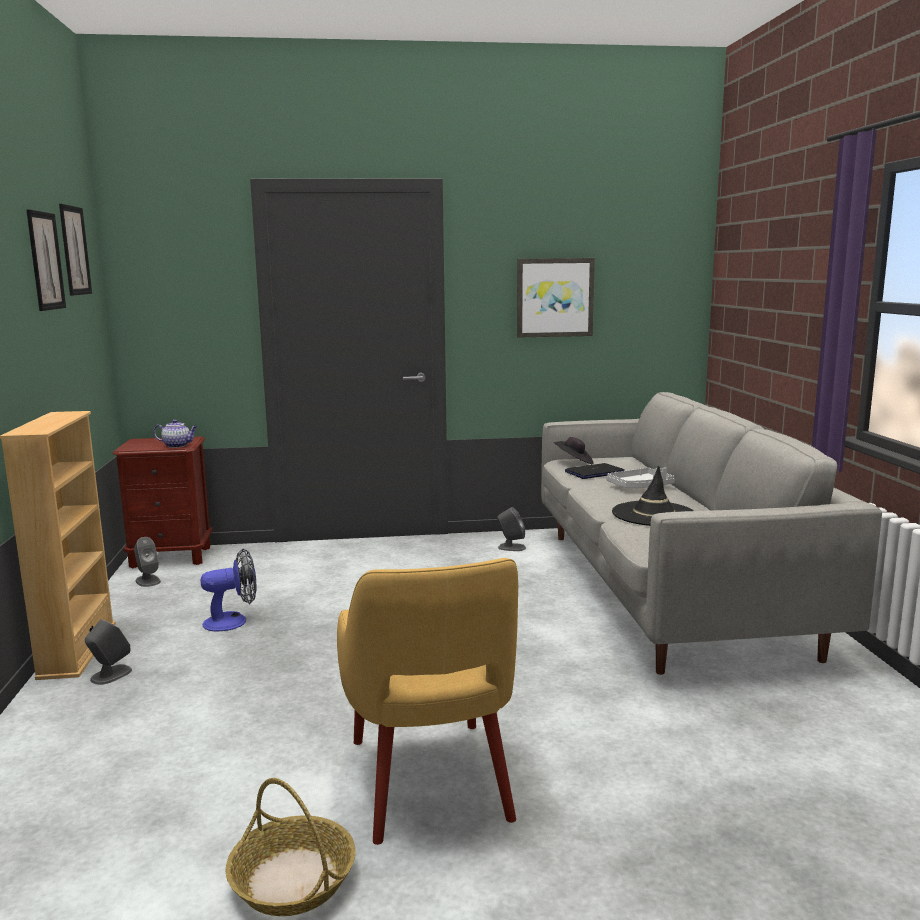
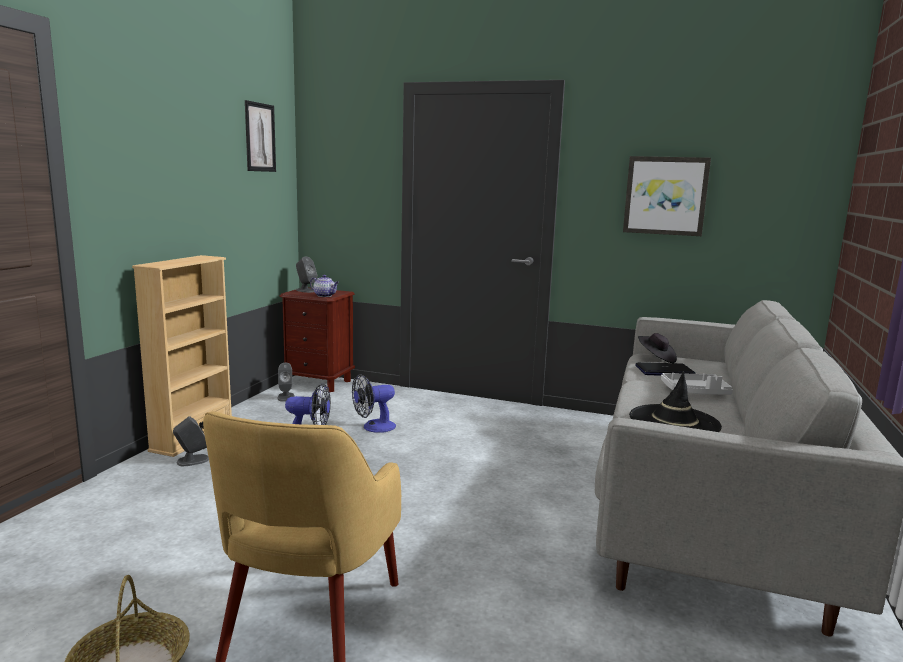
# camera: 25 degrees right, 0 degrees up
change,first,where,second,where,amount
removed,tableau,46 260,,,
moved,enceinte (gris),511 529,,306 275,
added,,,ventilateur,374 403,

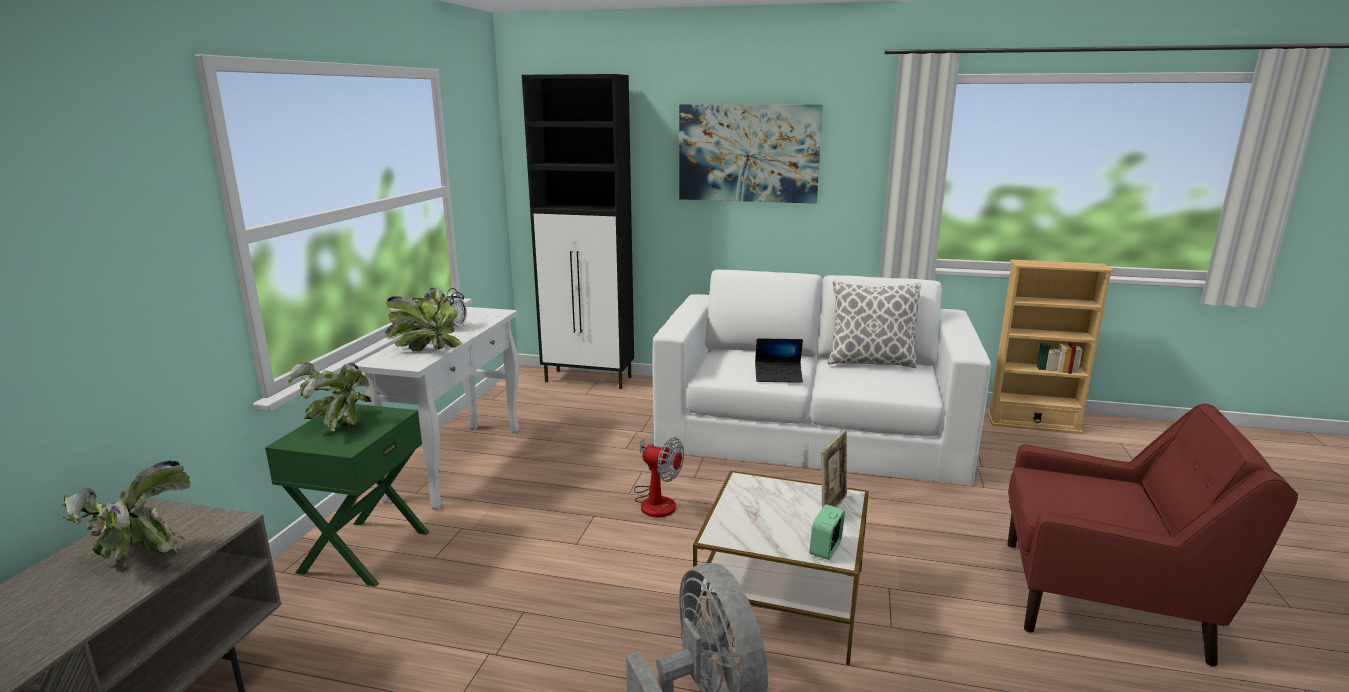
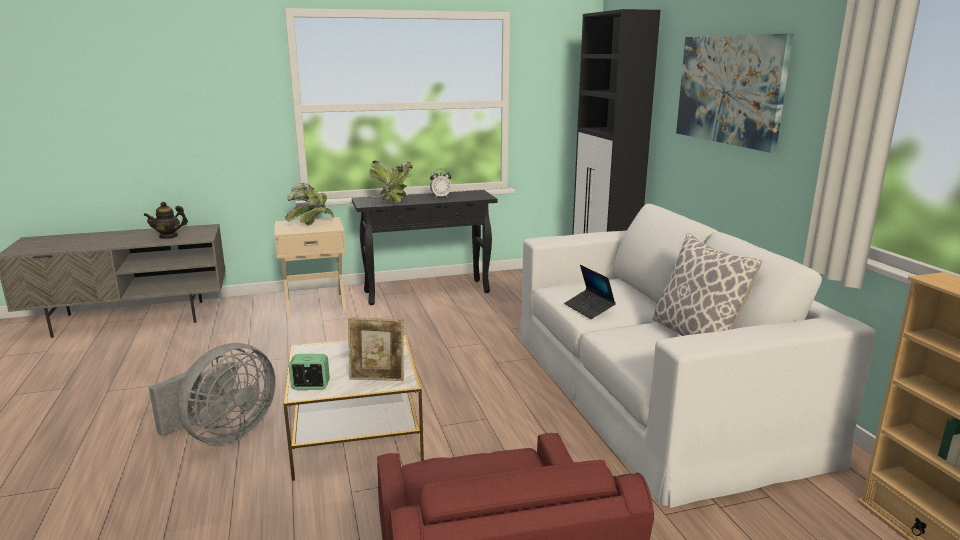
# camera: 60 degrees right, 0 degrees up
change,first,where,second,where,amount
replaced,plante en pot,126 511,théière,166 220,
recoloured,table de chevet (vert),347 495,table de chevet (beige),310 267,
recoloured,table console (blanc),437 408,table console (noir),424 247,
removed,ventilateur,659 477,,,

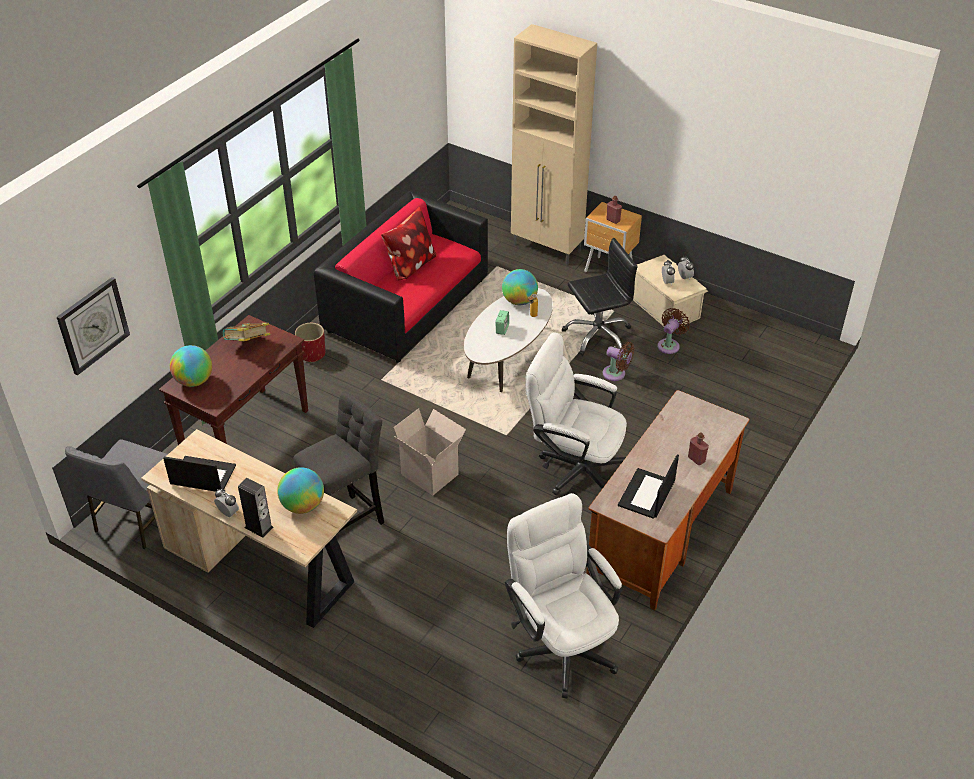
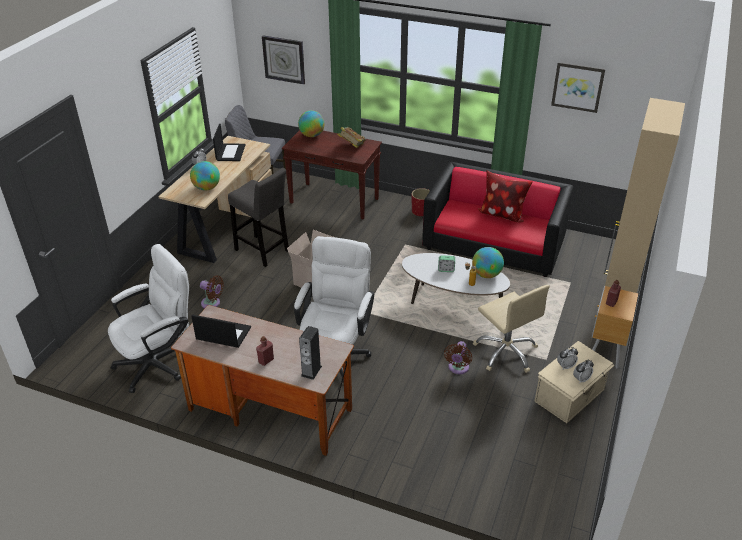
# camera: 80 degrees right, 5 degrees down
change,first,where,second,where,amount
moved,enceinte,255 508,,310 353,
recoloured,chaise de bureau (noir),600 297,chaise de bureau (beige),511 329,
moved,ventilateur (marron),673 331,,212 292,
added,,,tableau,578 87,

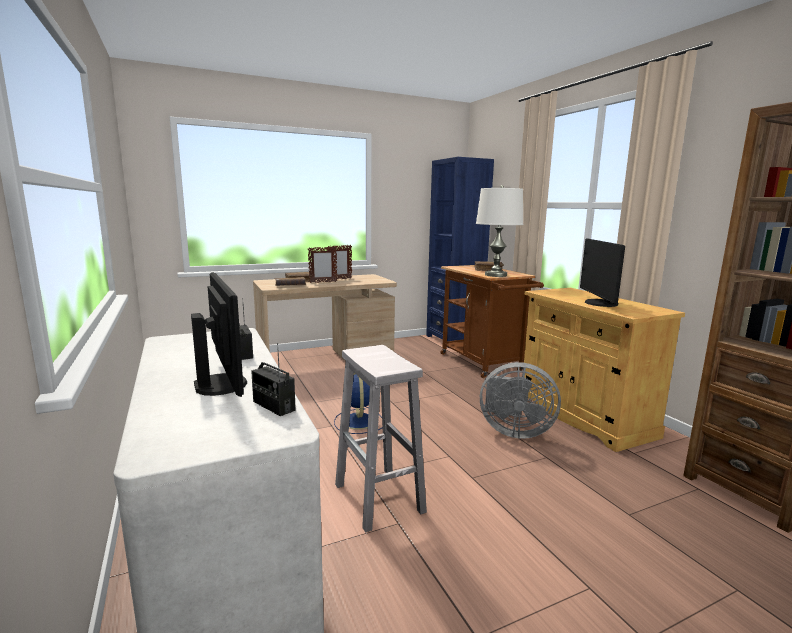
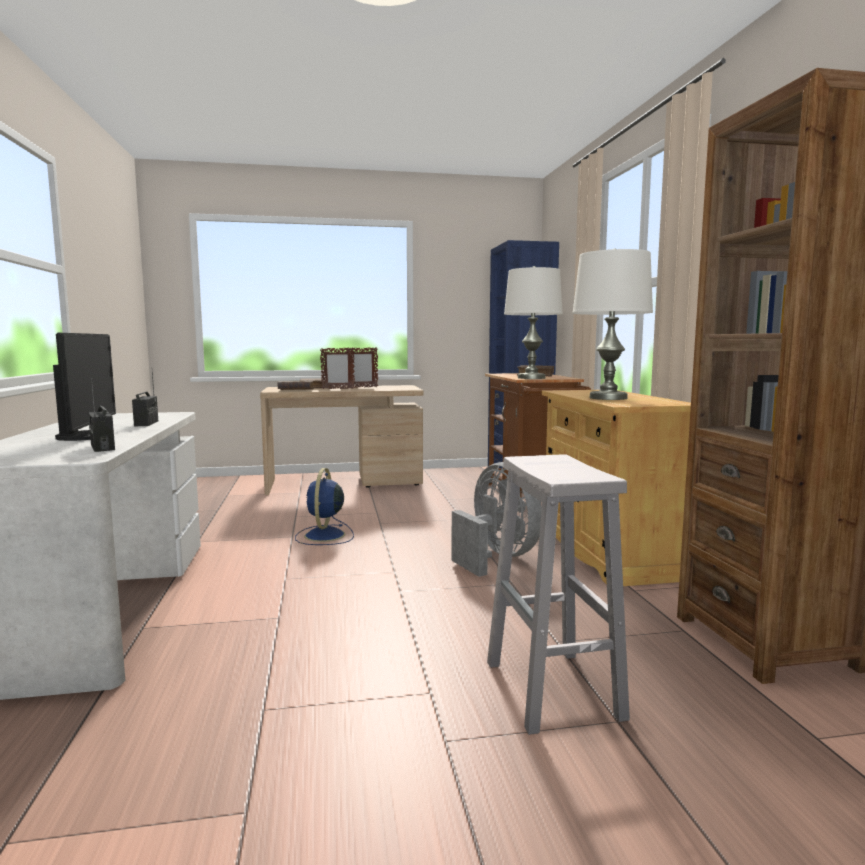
# camera: 15 degrees right, 5 degrees down
change,first,where,second,where,amount
moved,tabouret (blanc),381 438,,558 594,
turned,ventilateur (gris),520 400,,496 519,150 degrees counterclockwise
replaced,écran d'ordinateur,602 272,lampe de table (blanc),612 324,

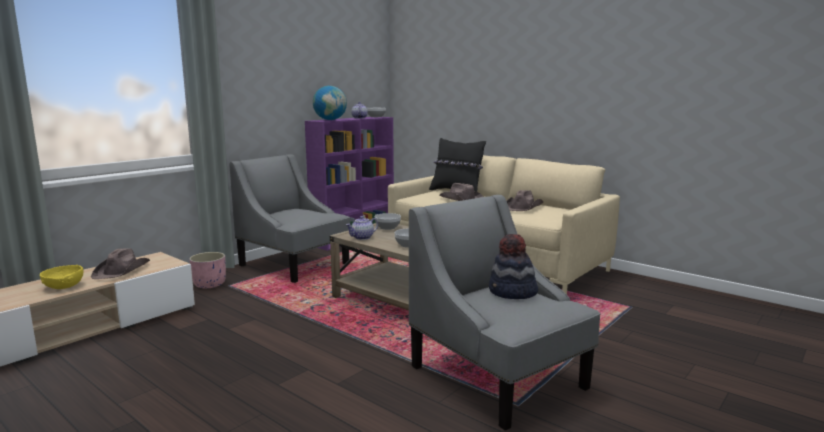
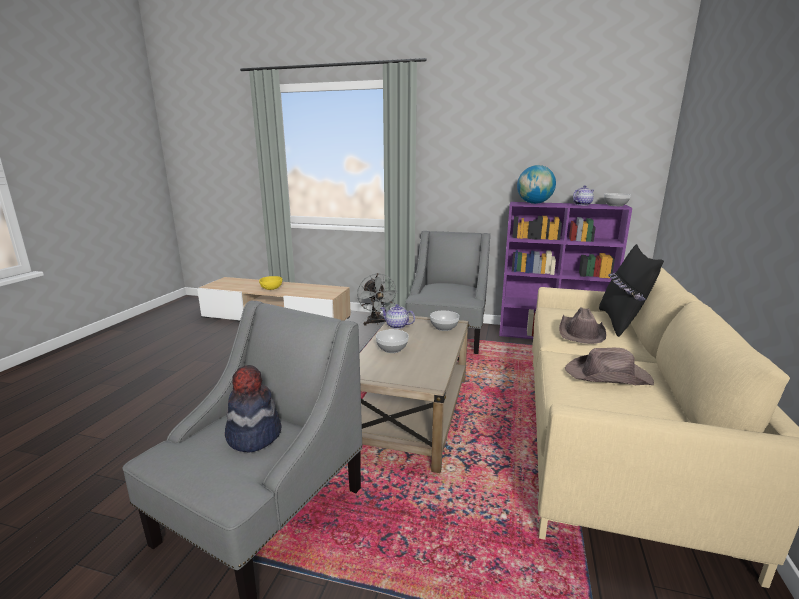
# camera: 65 degrees right, 5 degrees up
change,first,where,second,where,amount
removed,chapeau (marron),120 263,,,
replaced,cache-pot (rose),207 270,ventilateur (gris),376 299,

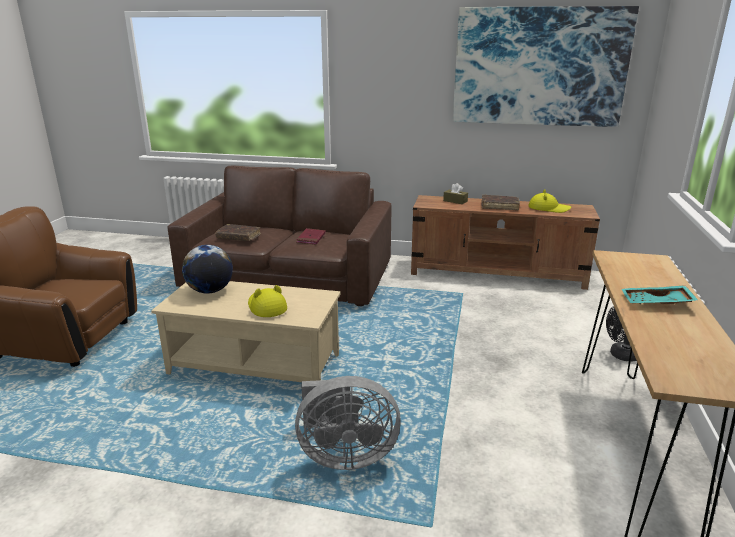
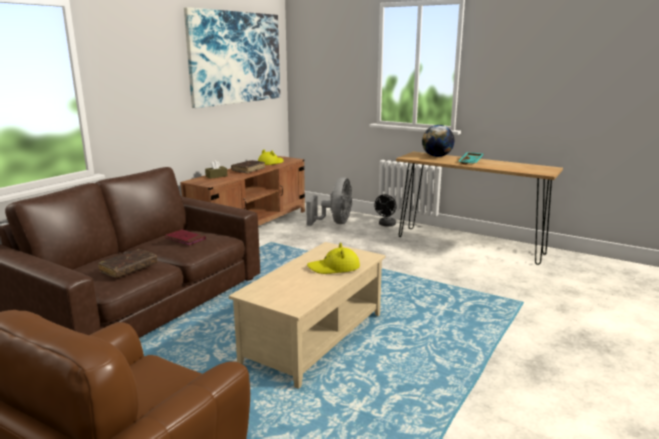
# camera: 70 degrees left, 5 degrees down
change,first,where,second,where,amount
moved,globe,207 269,,438 141,
moved,ventilateur (gris),348 423,,329 201,

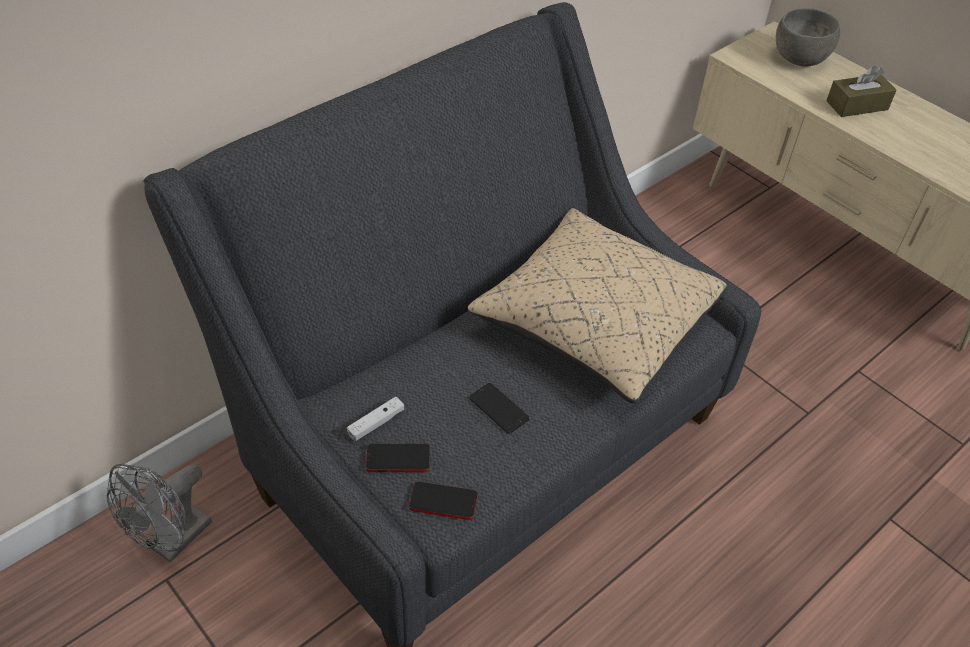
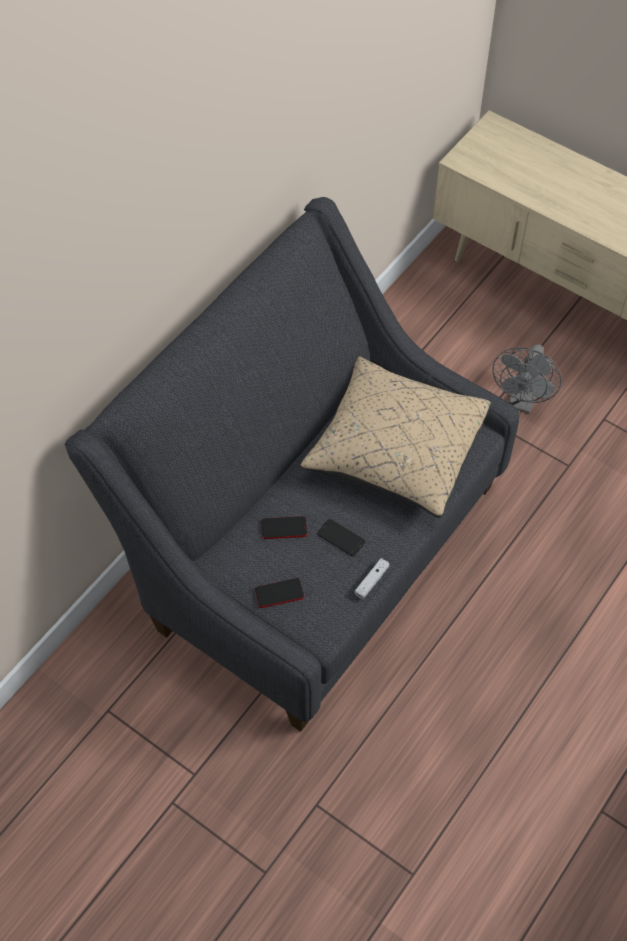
# camera: 10 degrees left, 10 degrees up
change,first,where,second,where,amount
moved,ventilateur (gris),159 513,,527 379,
moved,manette (blanc),376 418,,372 578,
moved,téléphone,443 501,,284 527,
removed,bol (gris),808 37,,,
removed,boîte à mouchoirs (marron),861 91,,,

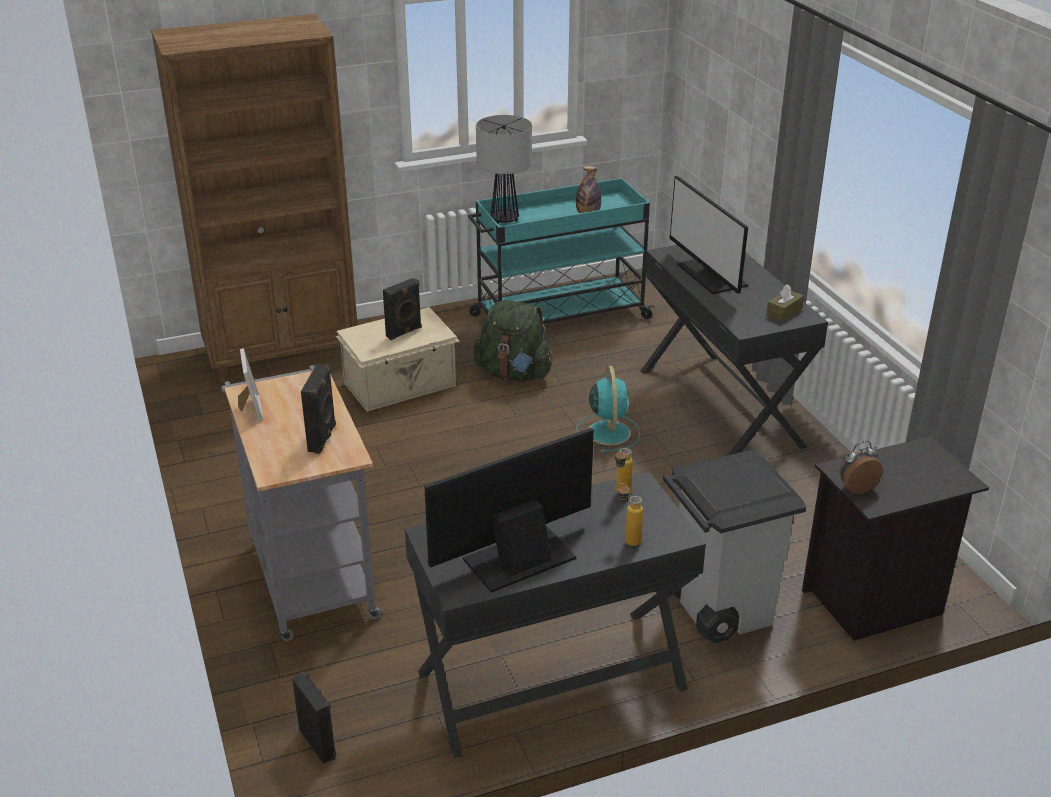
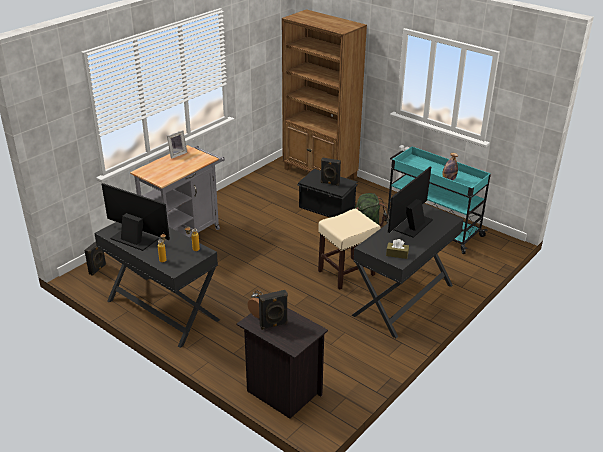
# camera: 60 degrees right, 0 degrees up
change,first,where,second,where,amount
moved,enceinte (noir),318 409,,273 310,
recoloured,boîte de rangement (beige),398 359,boîte de rangement (noir),327 193,
removed,lampe de table,504 169,,,
replaced,ventilateur (turquoise),608 409,tabouret (beige),349 249,
removed,poubelle (gris),734 546,,,

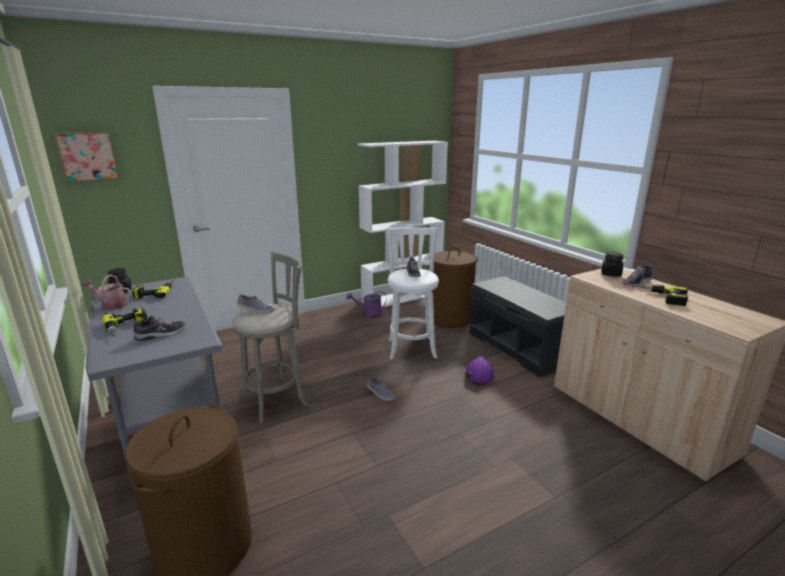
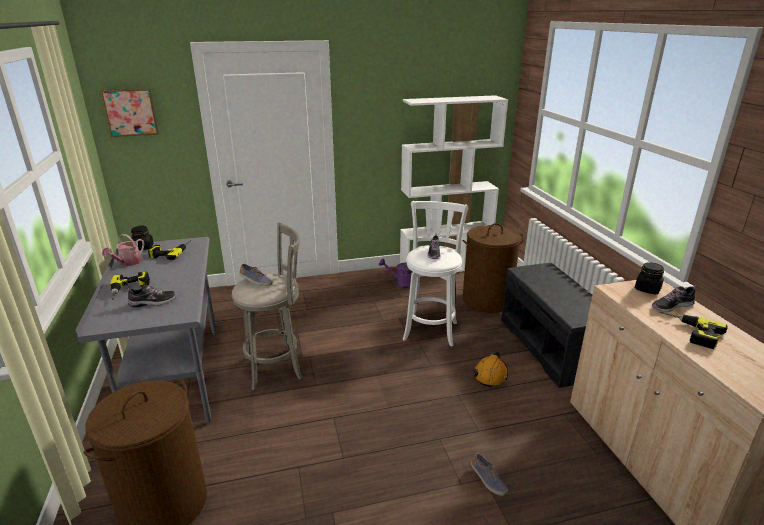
# camera: 15 degrees right, 5 degrees up
change,first,where,second,where,amount
turned,arrosoir,107 292,,123 250,90 degrees counterclockwise
moved,chaussure,381 388,,489 474,
recoloured,casque de chantier (violet),479 370,casque de chantier (orange),490 369,

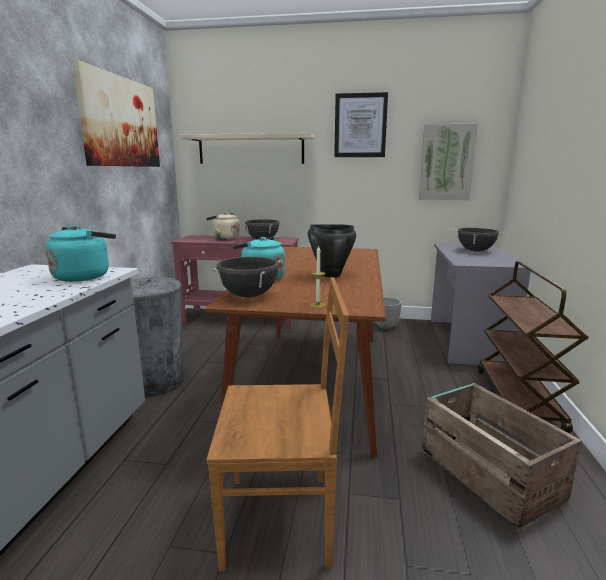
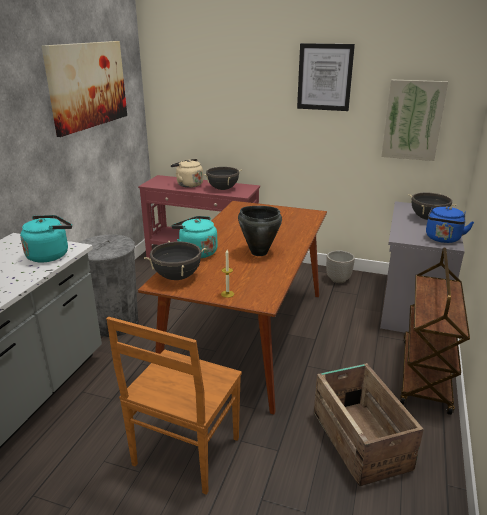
# camera: 10 degrees right, 10 degrees up
change,first,where,second,where,amount
removed,étagère,247 148,,,
turned,chaise (marron),277 424,,174 406,105 degrees clockwise
added,,,bouilloire (bleu),450 224,

